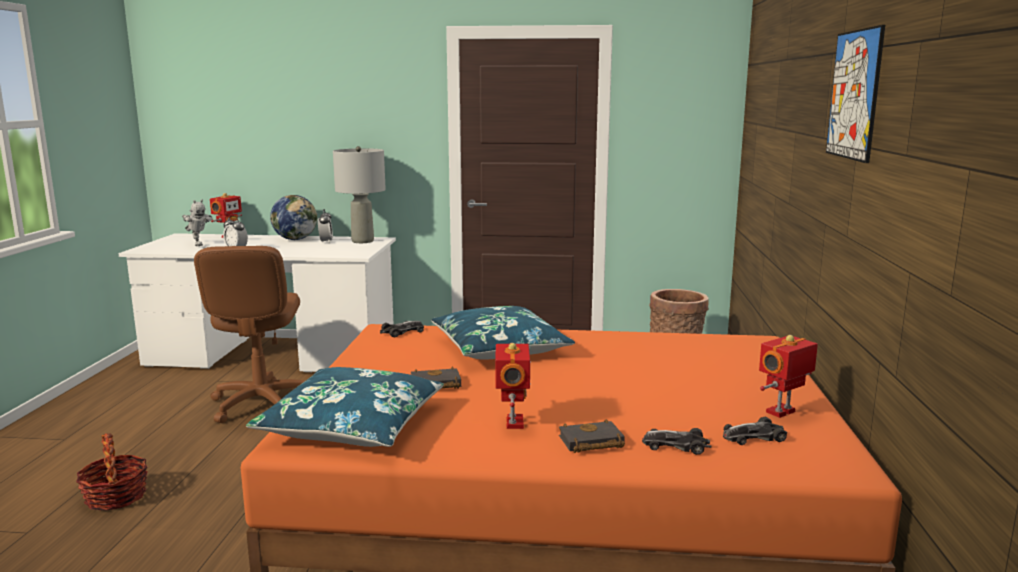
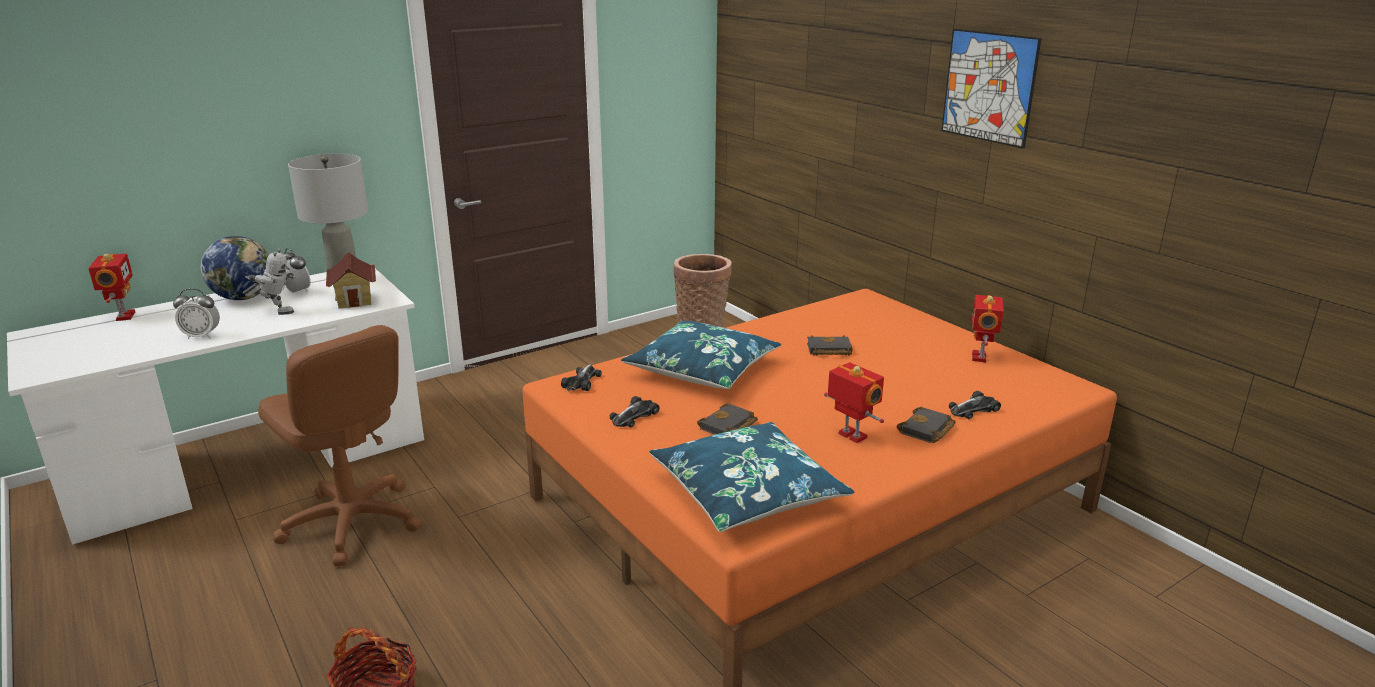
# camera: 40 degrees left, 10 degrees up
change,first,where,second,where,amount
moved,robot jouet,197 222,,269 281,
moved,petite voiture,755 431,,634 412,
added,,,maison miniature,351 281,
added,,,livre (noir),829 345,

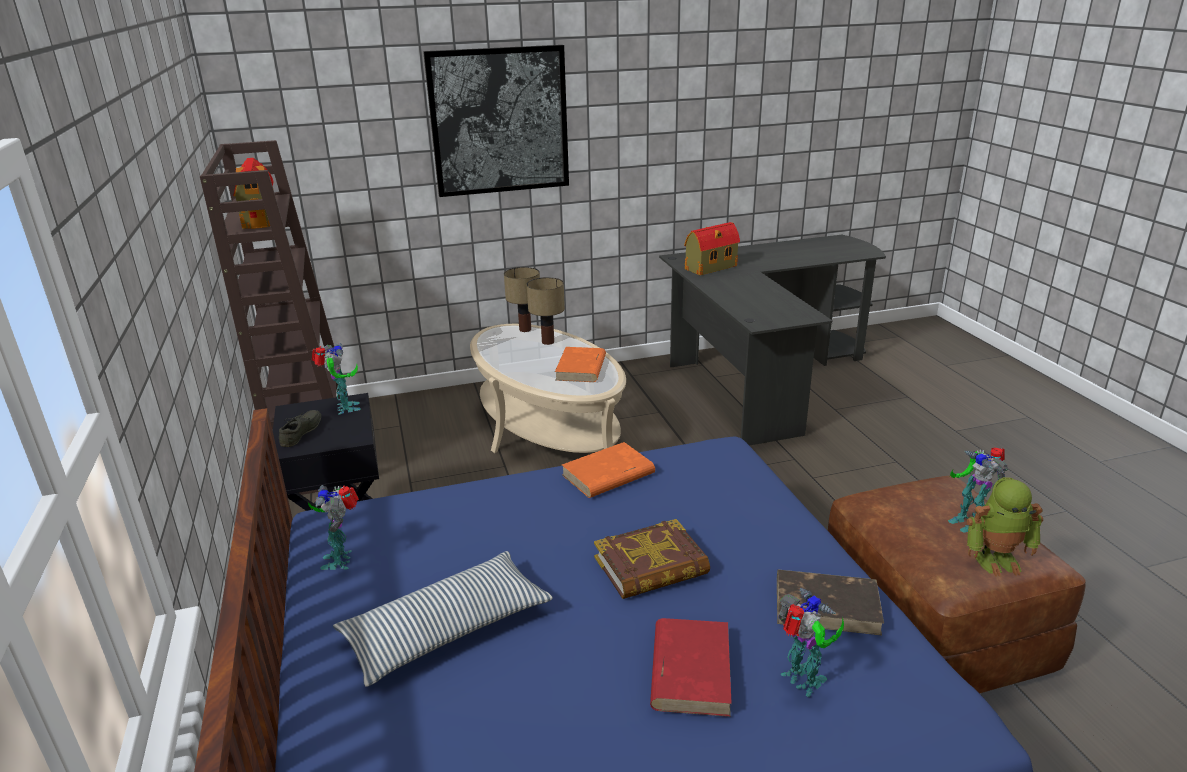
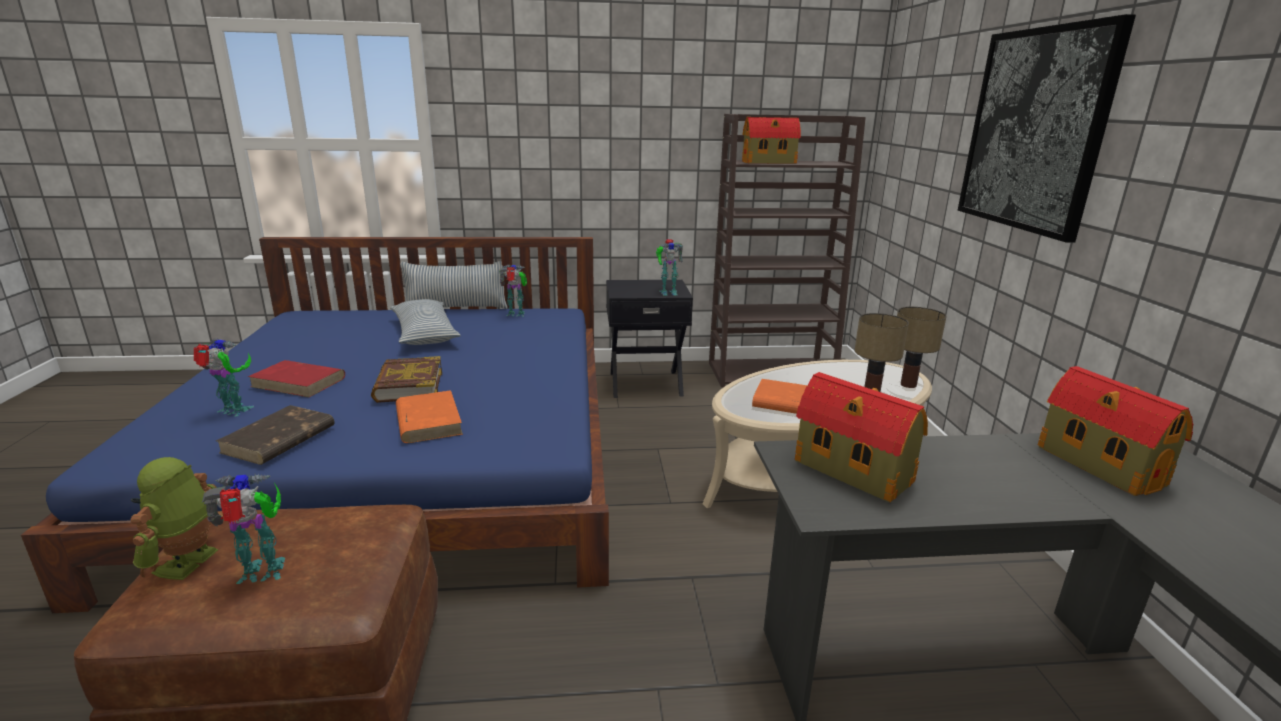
# camera: 100 degrees right, 5 degrees down
change,first,where,second,where,amount
removed,chaussure (gris),300 428,,,
moved,livre (orange),608 470,,429 416,
turned,robot jouet,811 642,,224 377,135 degrees counterclockwise
added,,,coussin,454 285,
added,,,maison miniature,861 437,

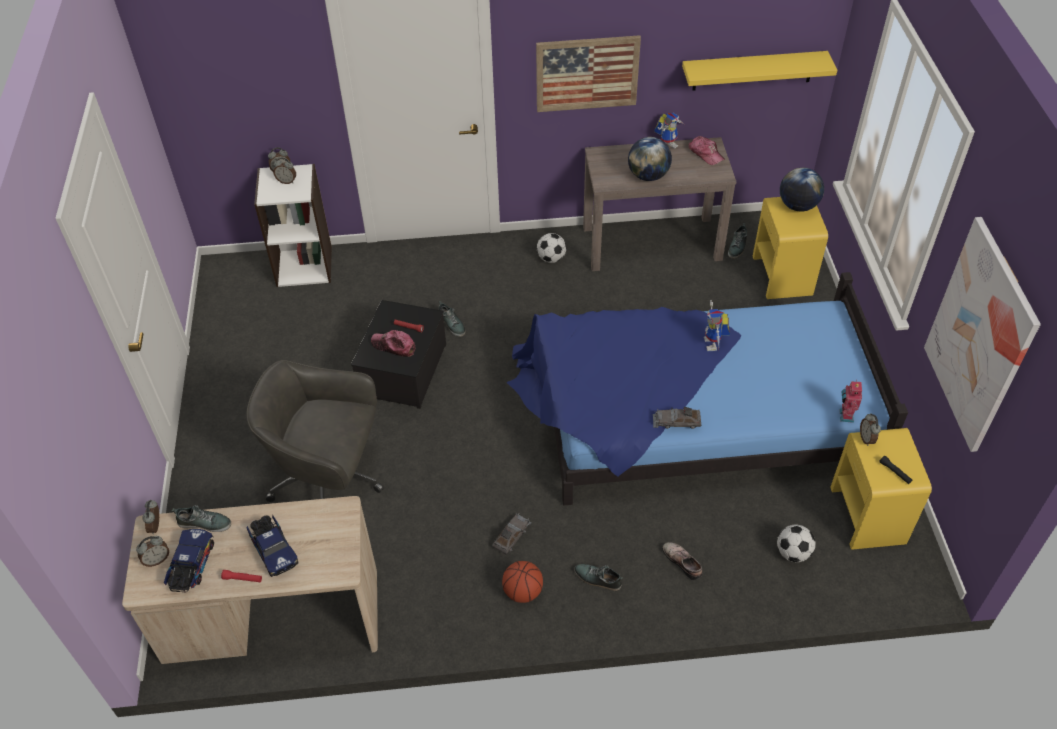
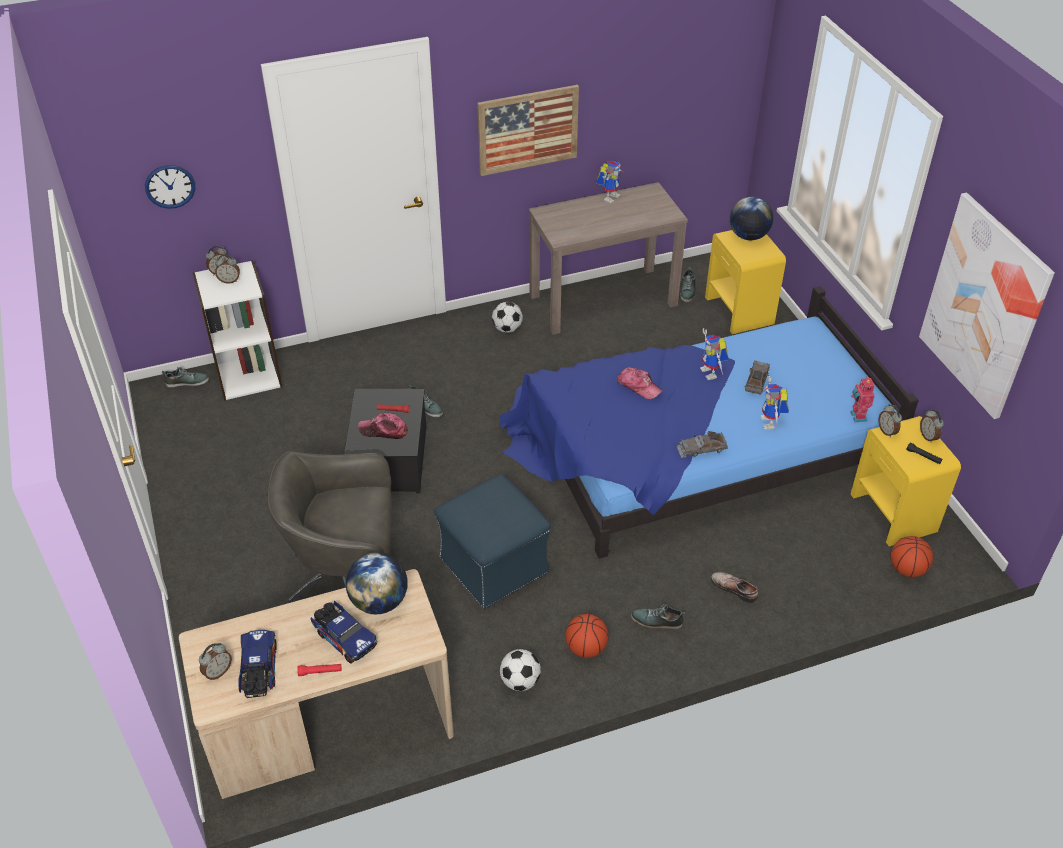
# camera: 15 degrees left, 5 degrees down
change,first,where,second,where,amount
moved,réveil,150 517,,932 426,
moved,chaussure,201 518,,185 377,
moved,petite voiture (gris),511 533,,757 377,
moved,globe,650 159,,377 583,
removed,étagère (jaune),759 71,,,
moved,casquette,707 150,,640 383,
moved,ballon de foot,796 543,,520 670,
added,,,horloge murale,170 187,
added,,,pouf (bleu),492 541,
added,,,robot jouet,775 403,
added,,,ballon de basket,912 556,

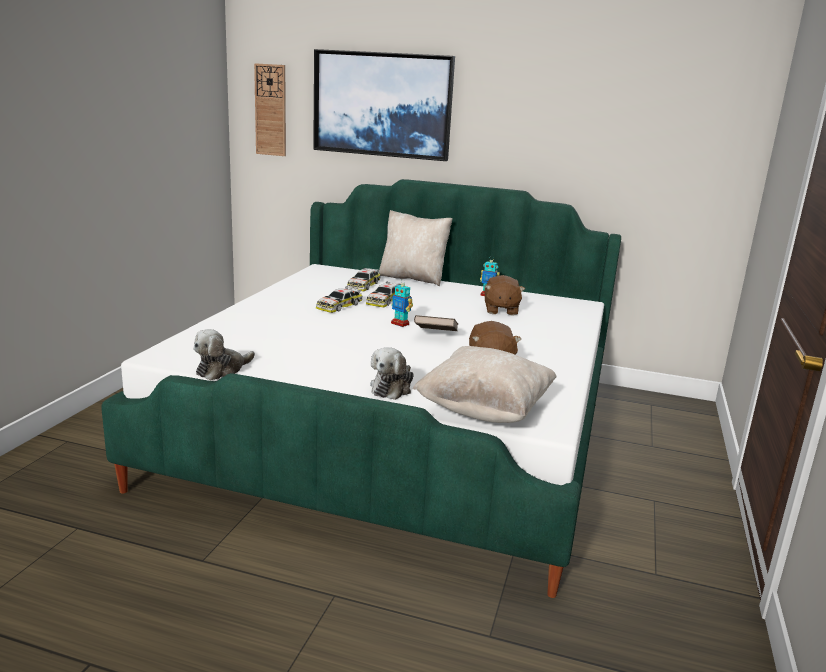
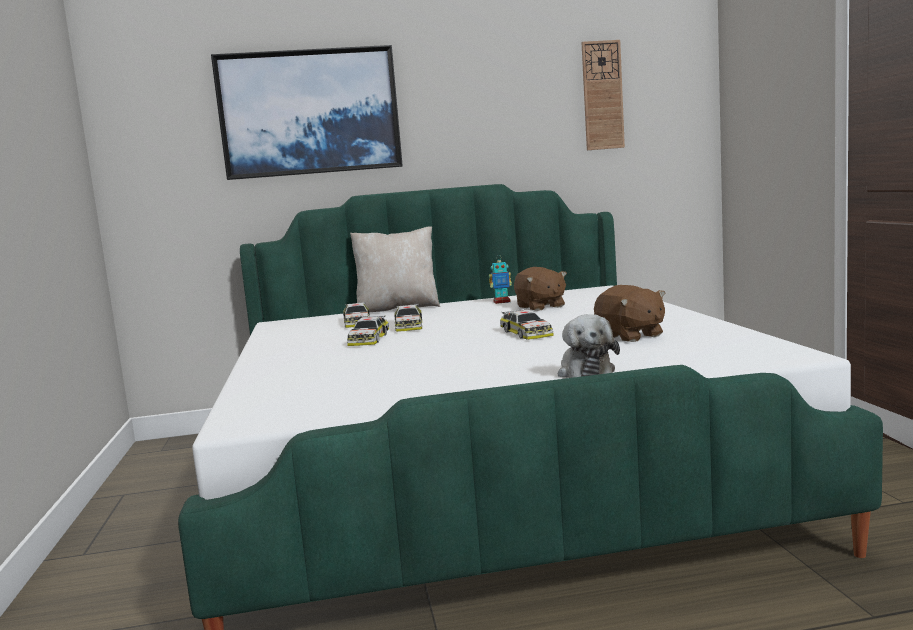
# camera: 25 degrees left, 10 degrees down
change,first,where,second,where,amount
removed,peluche,224 354,,,
moved,horloge murale,270 109,,603 95,
removed,robot jouet,402 303,,,
removed,coussin (beige),484 384,,,
replaced,livre (marron),436 323,petite voiture,527 324,

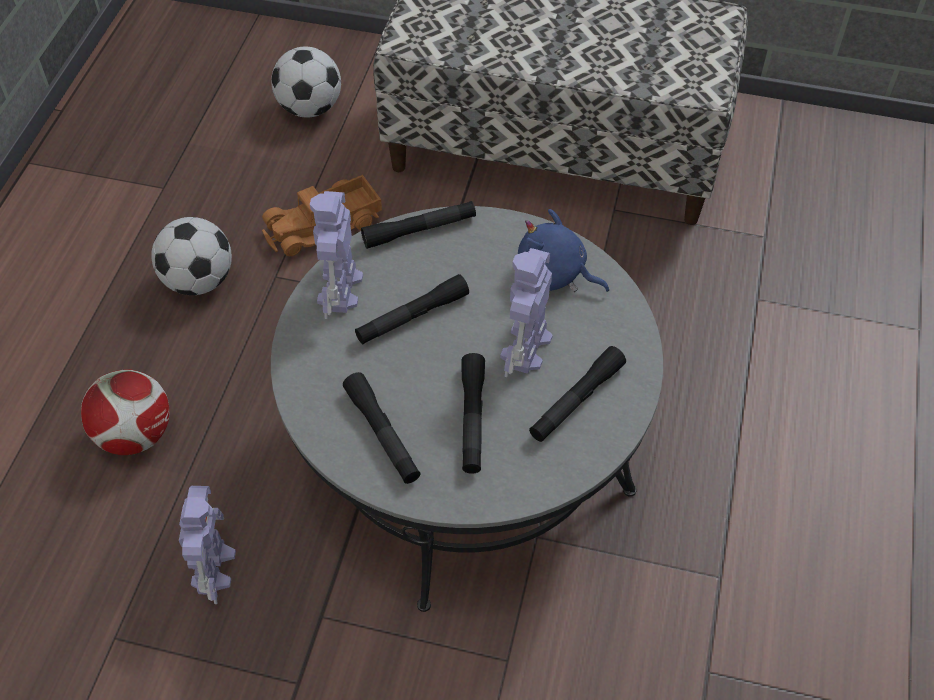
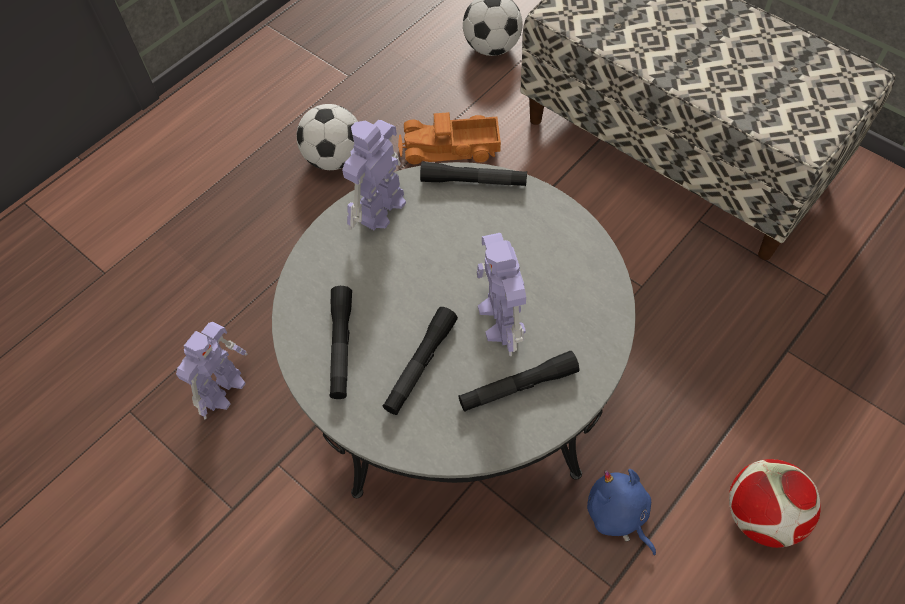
# camera: 30 degrees right, 5 degrees up
change,first,where,second,where,amount
moved,ballon de foot,125 412,,775 503,
removed,lampe de poche (noir),412 309,,,
turned,robot jouet,526 312,,501 294,60 degrees counterclockwise
moved,peluche (bleu),563 250,,621 512,

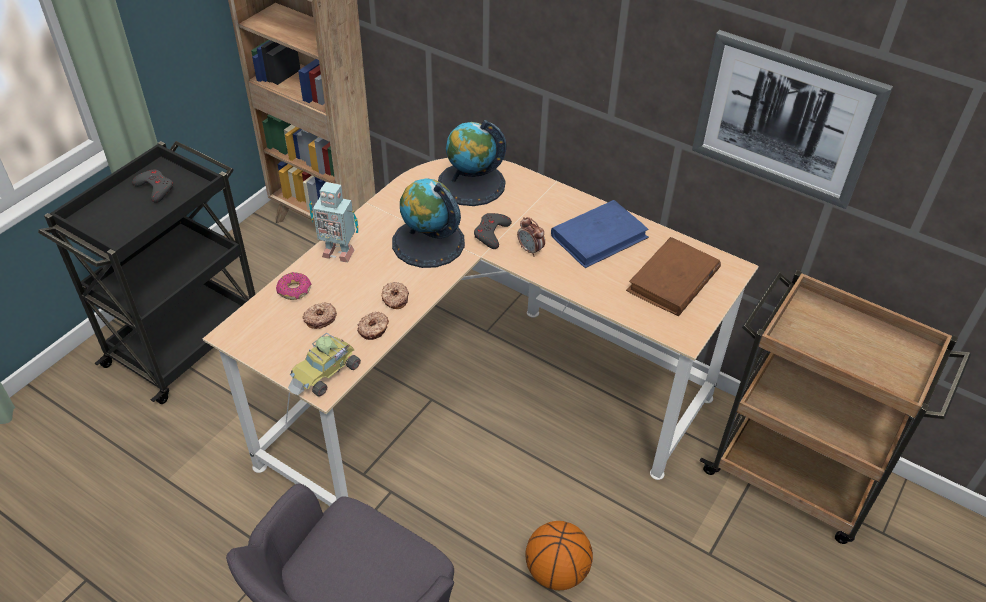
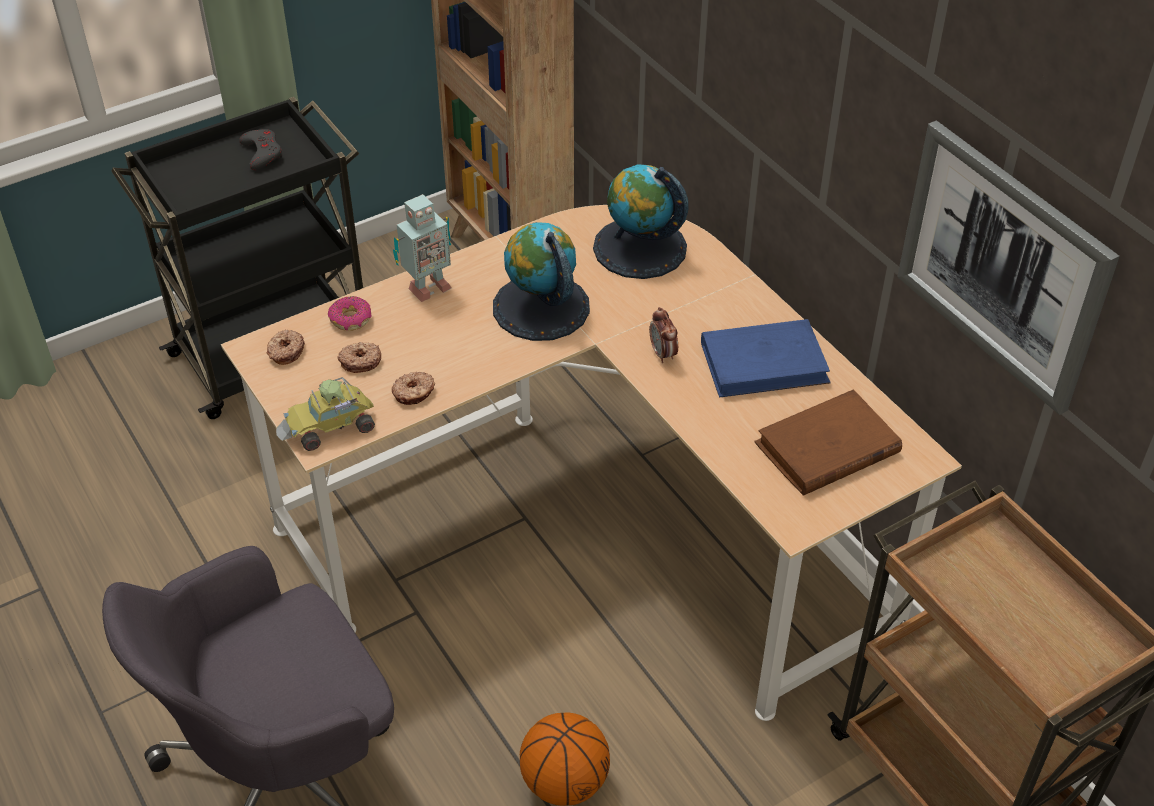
# camera: 25 degrees right, 0 degrees up
change,first,where,second,where,amount
turned,robot jouet,333 222,,422 248,75 degrees counterclockwise
moved,beignet,395 295,,286 347,
removed,manette (gris),493 231,,,

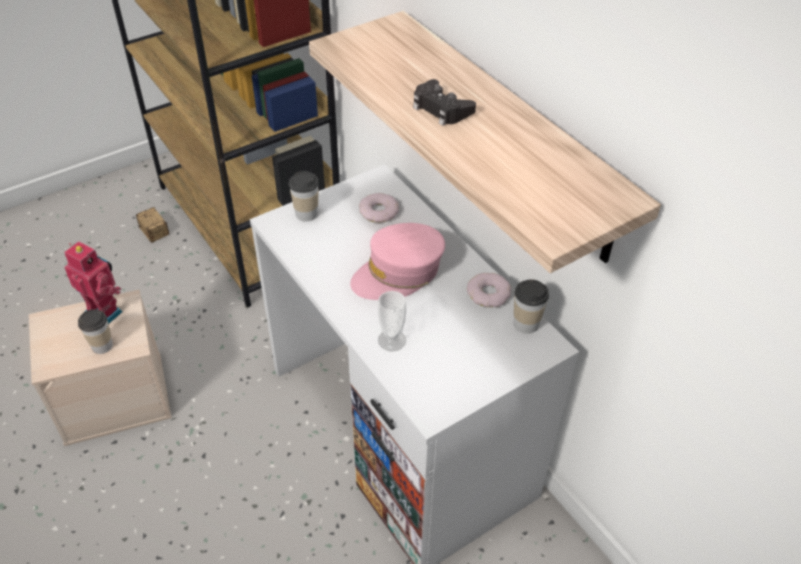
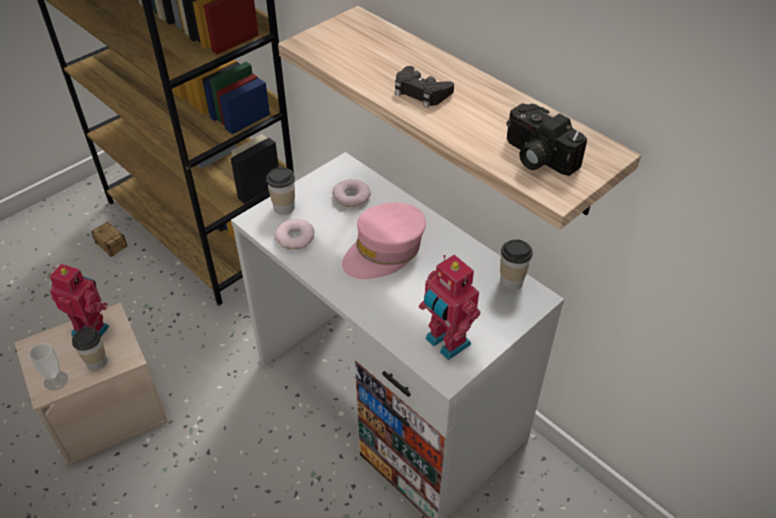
# camera: 10 degrees left, 0 degrees up
change,first,where,second,where,amount
moved,tasse,392 321,,48 366,
moved,beignet,489 290,,294 234,
added,,,robot jouet,450 307,
added,,,appareil photo,546 139,

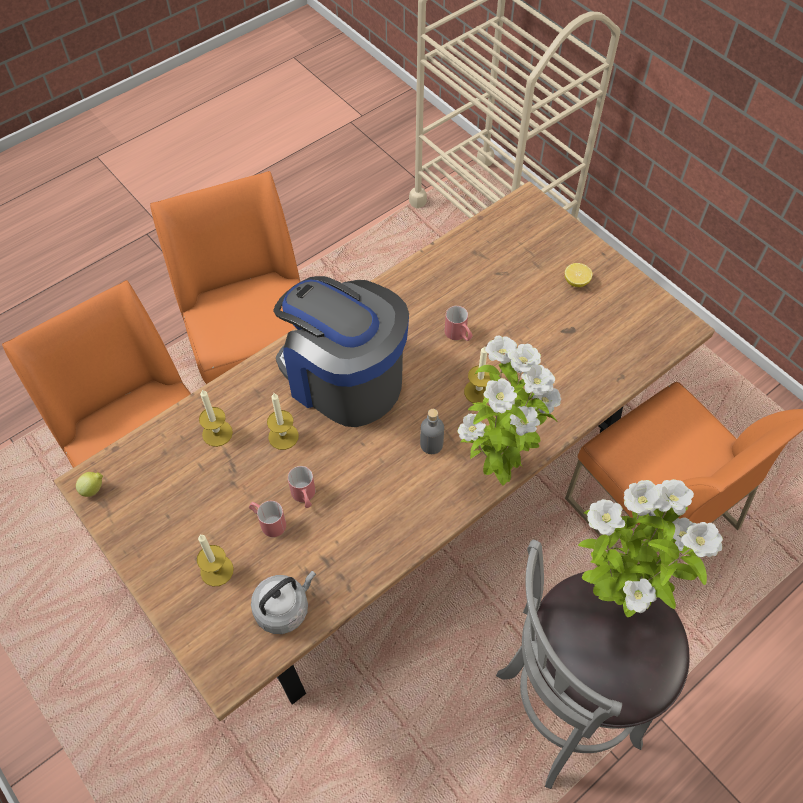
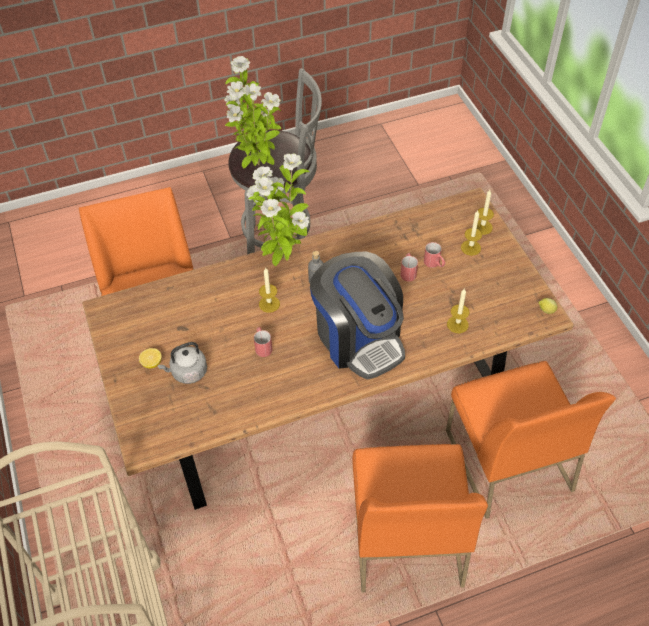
# camera: 160 degrees left, 5 degrees down
change,first,where,second,where,amount
moved,bouilloire (gris),283 602,,182 363,
moved,bougie,283 421,,485 212,

